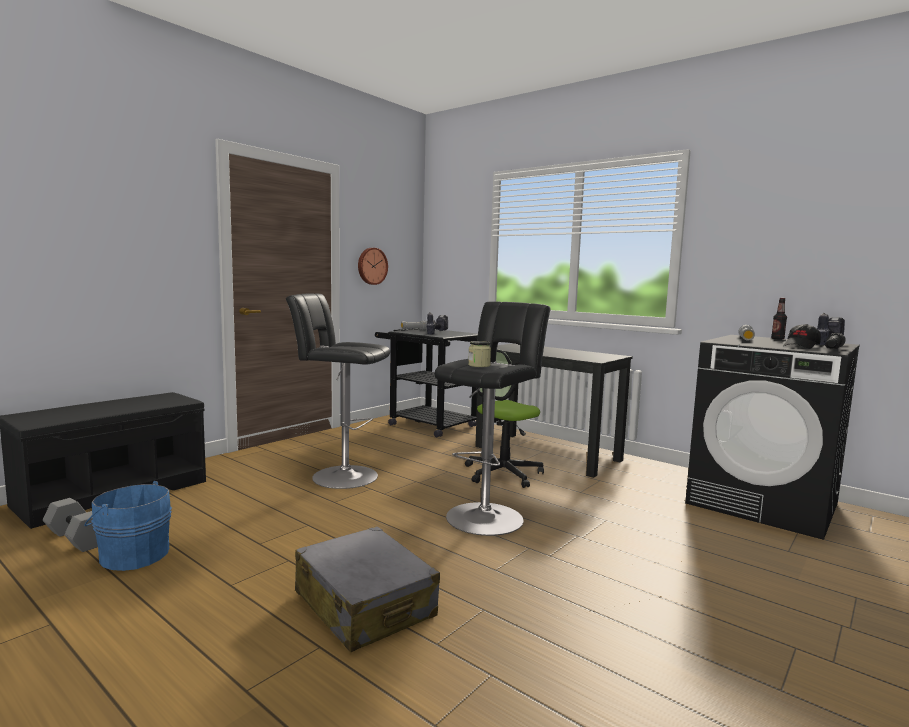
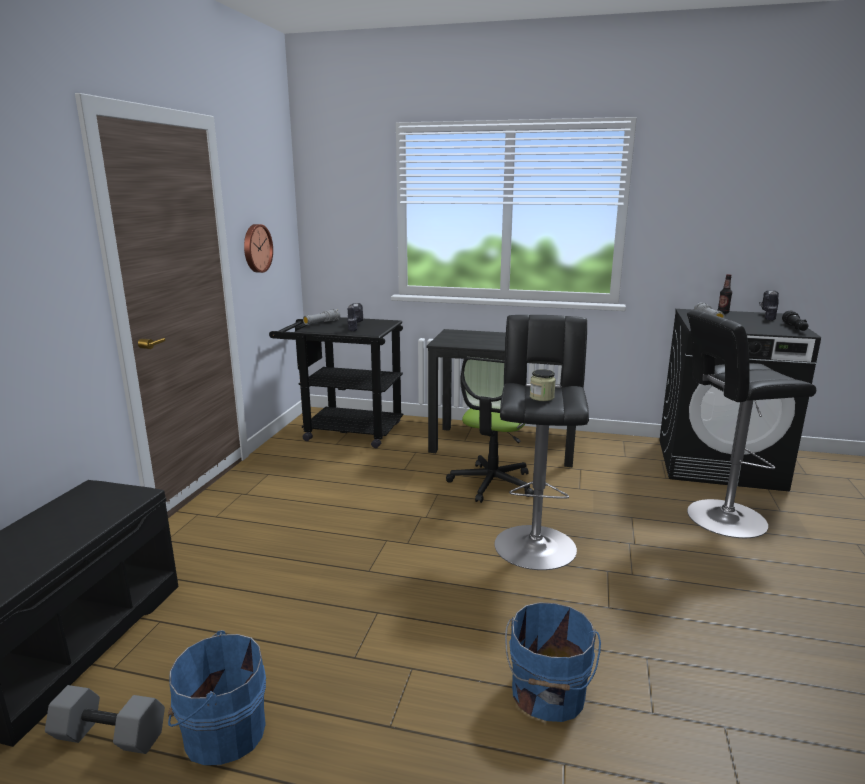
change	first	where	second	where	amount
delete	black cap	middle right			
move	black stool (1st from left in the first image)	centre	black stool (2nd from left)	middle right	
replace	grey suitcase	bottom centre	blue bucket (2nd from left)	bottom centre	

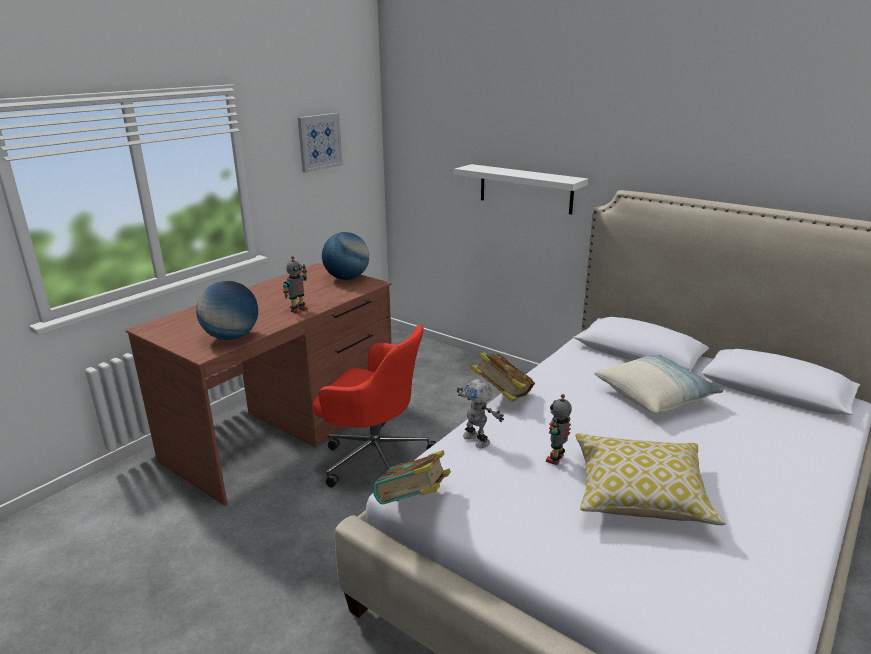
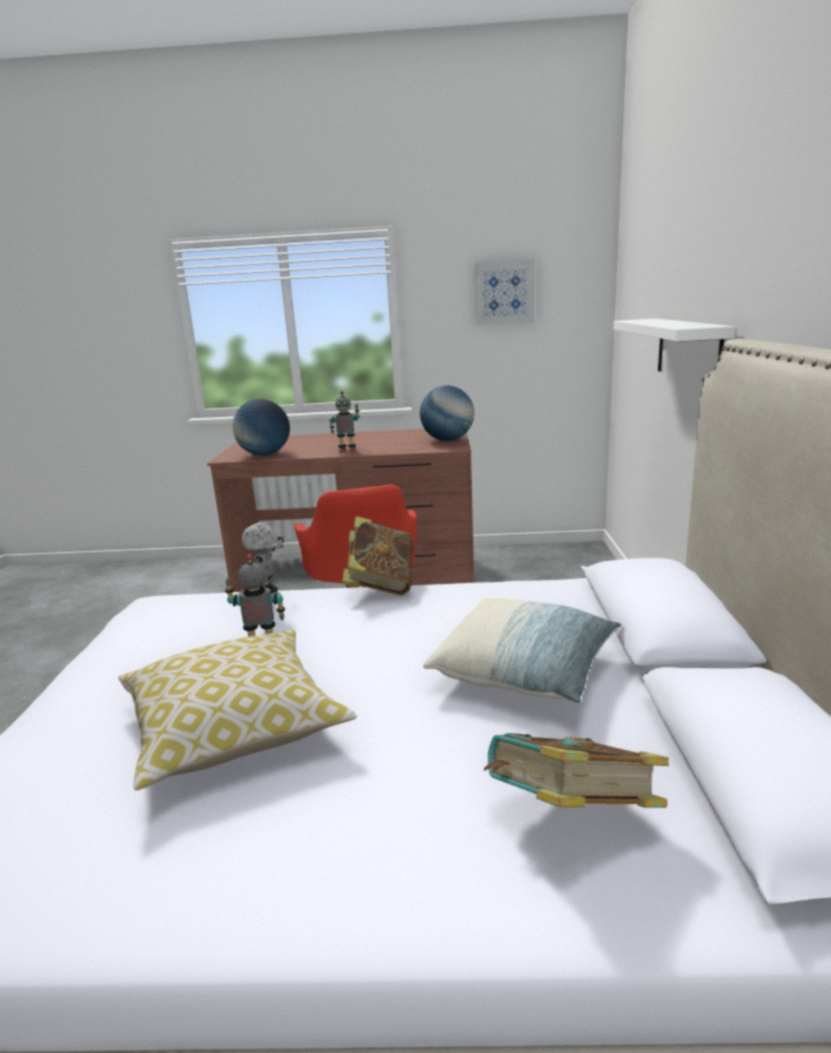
change	first	where	second	where	amount
move	book (1st from left in the first image)	bottom centre	book (2nd from left)	bottom right	

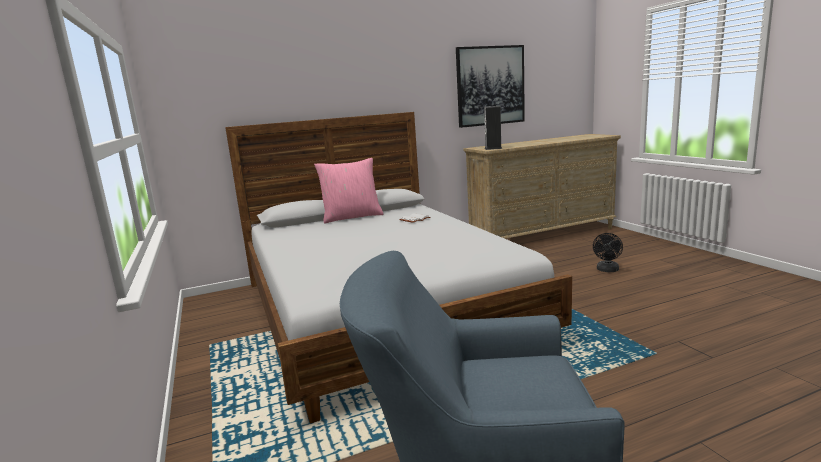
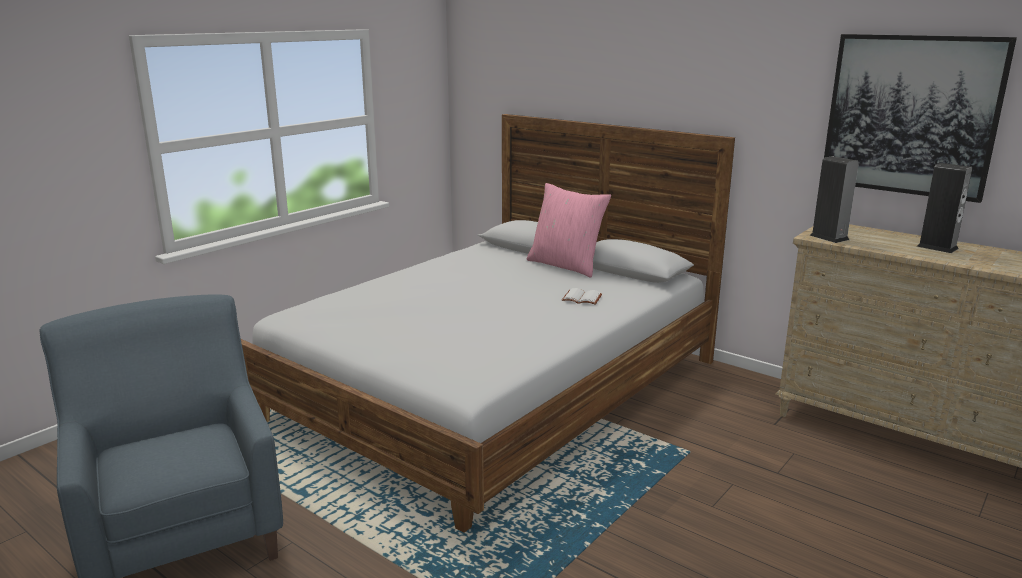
change	first	where	second	where	amount
delete	black fan	middle right			
insert			speaker (2nd from left)	middle right	

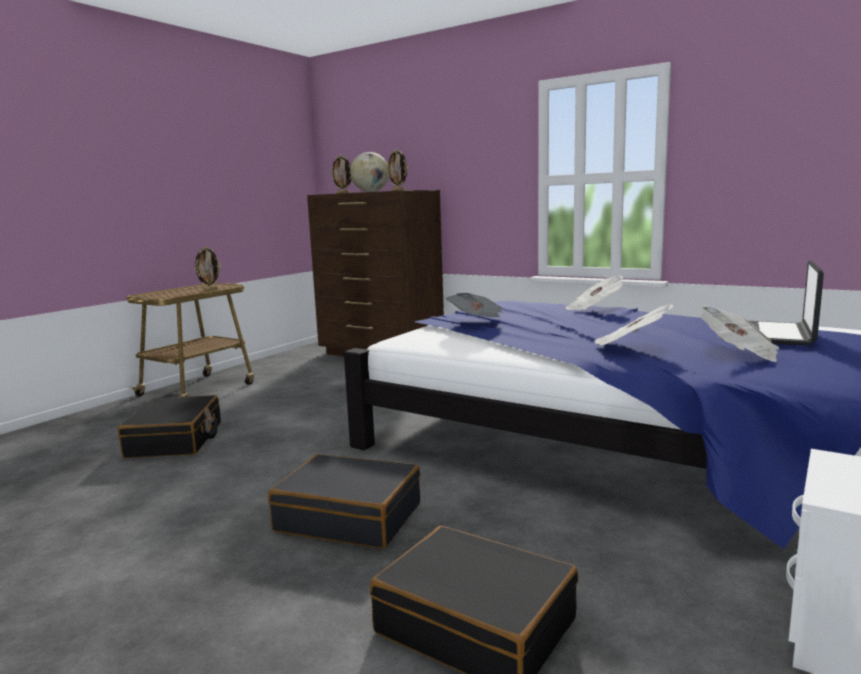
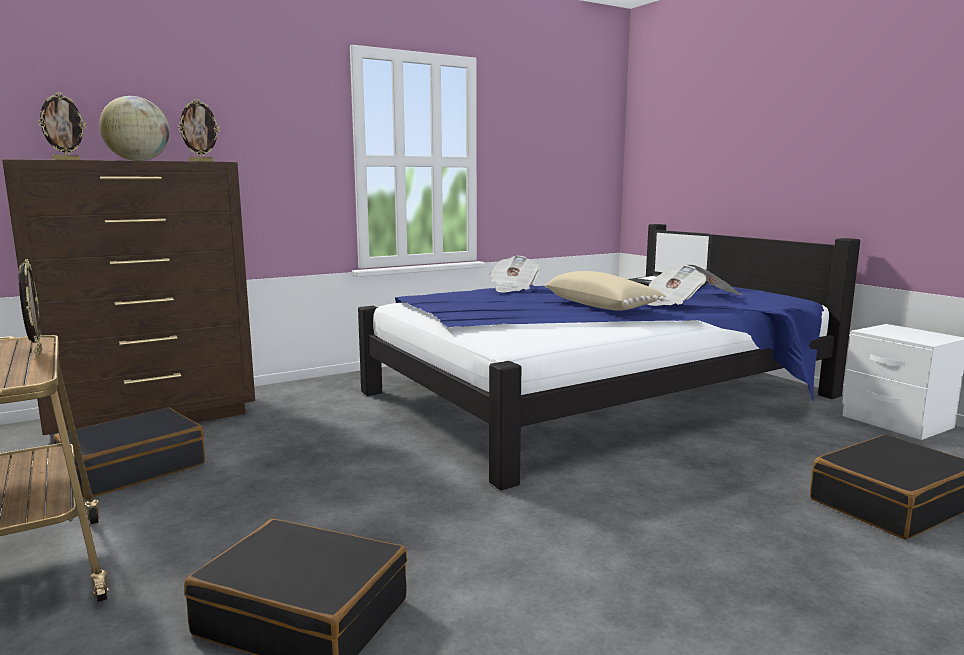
change	first	where	second	where	amount
delete	newspaper (1st from left)	centre			
insert			beige pillow	centre	
move	black suitcase (2nd from left in the first image)	bottom centre	black suitcase (1st from left)	bottom left	

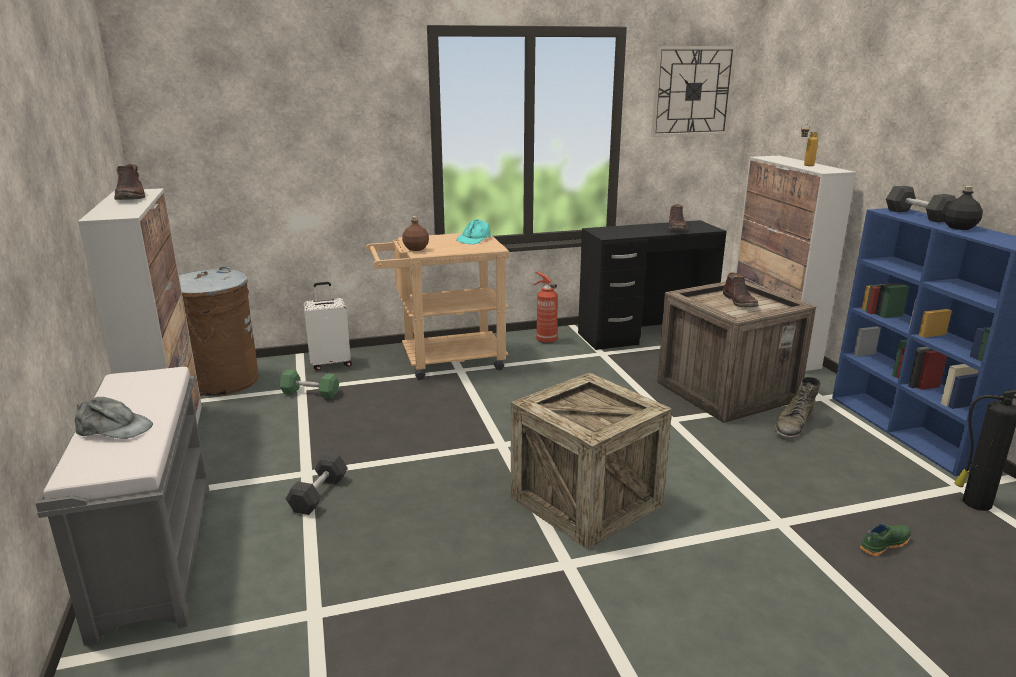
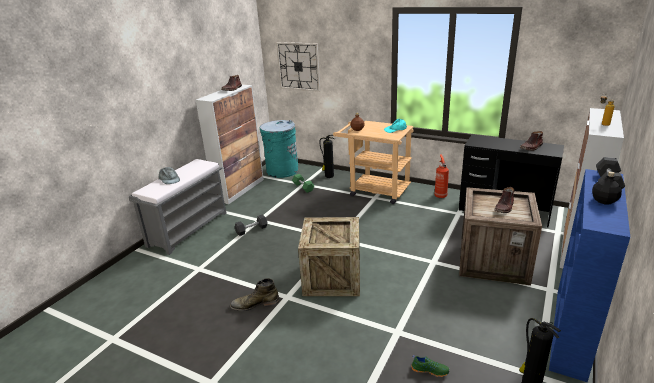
change	first	where	second	where	amount
move	wall clock	top right		top centre	
move	green boot	middle right		bottom centre	
replace	white suitcase	middle left	fire extinguisher (1st from left)	centre	
recolor	brown trash can	middle left	turquoise trash can	centre	

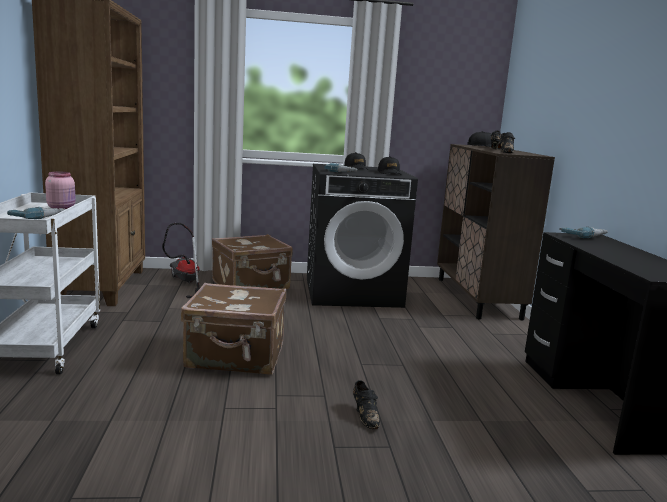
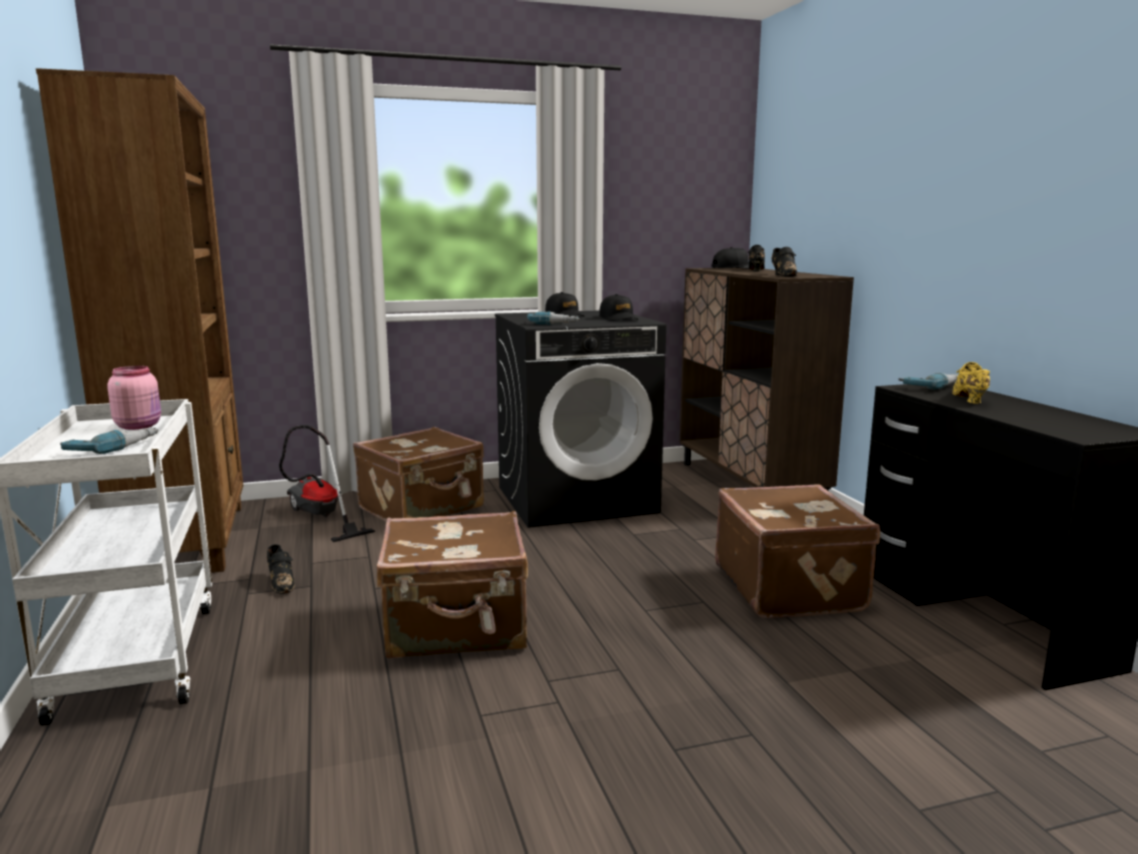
change	first	where	second	where	amount
insert			brown suitcase (3rd from left)	middle right	
insert			yellow shoe	middle right	
move	black shoe (1st from left)	bottom centre		middle left	

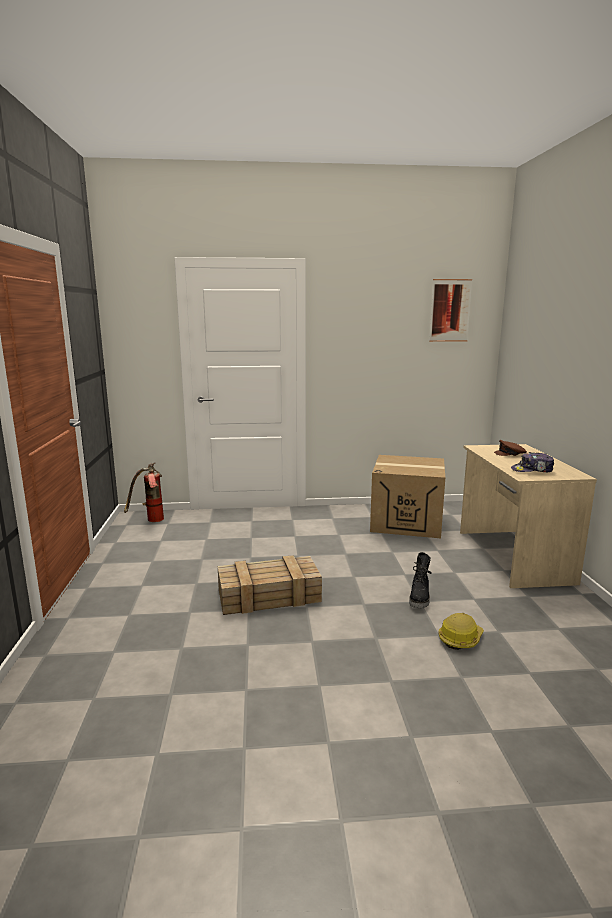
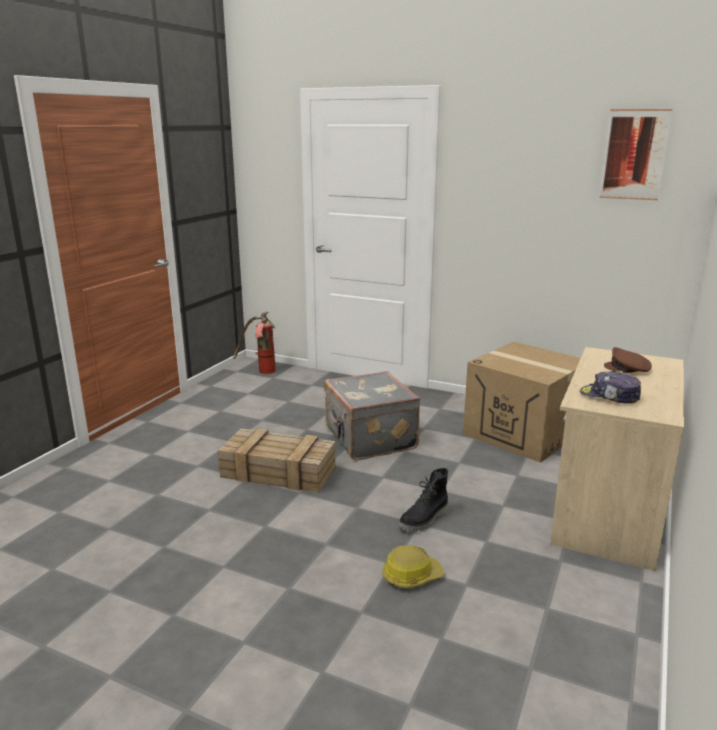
change	first	where	second	where	amount
insert			grey suitcase	centre	

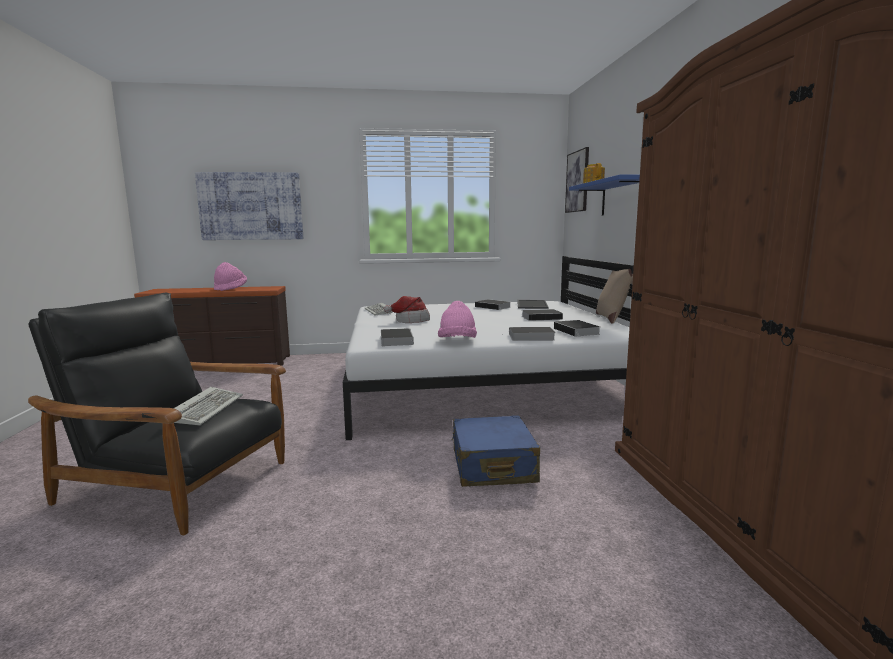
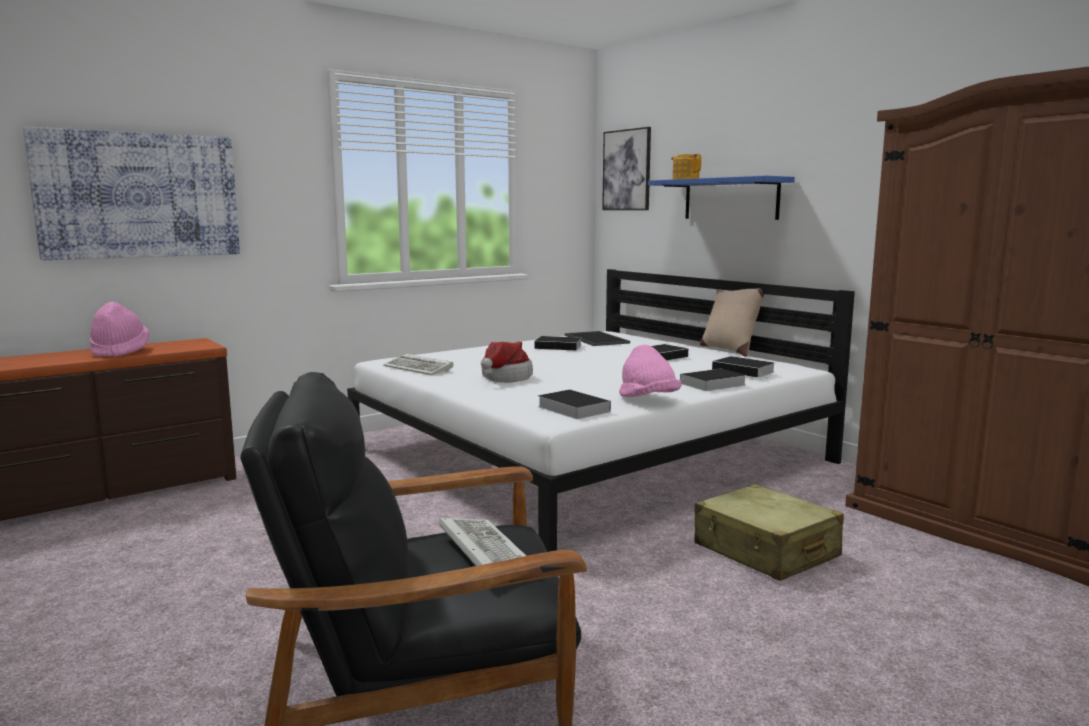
change	first	where	second	where	amount
recolor	blue suitcase	bottom centre	beige suitcase	bottom right	

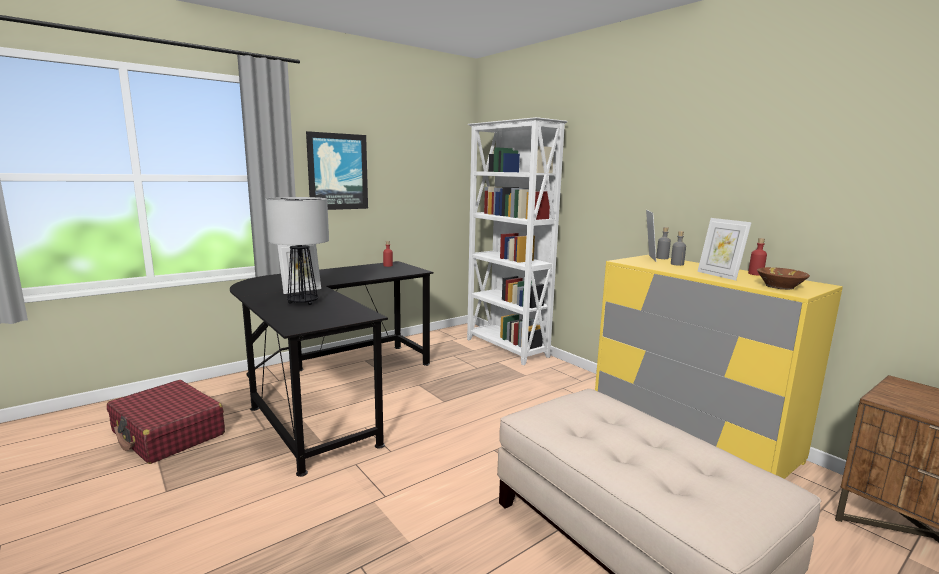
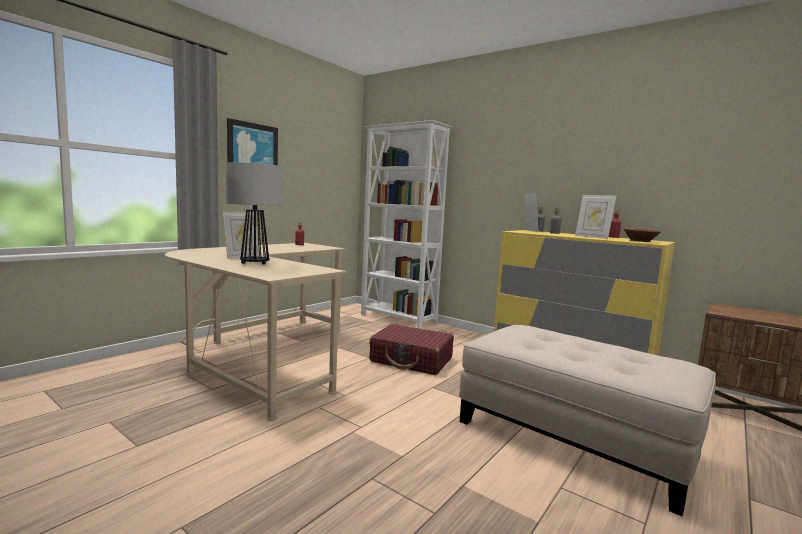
change	first	where	second	where	amount
move	red suitcase	bottom left		centre	
recolor	black desk	centre	beige desk	middle left	

